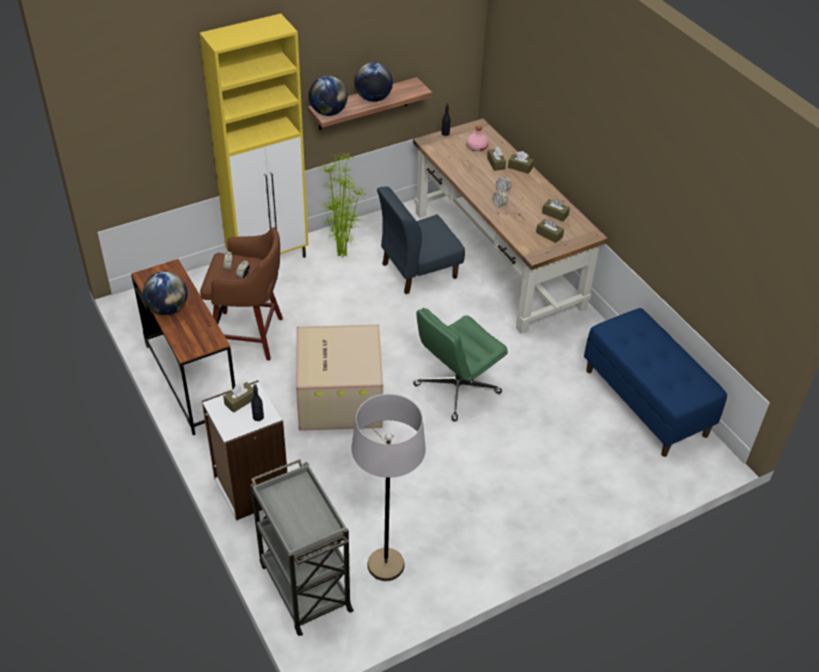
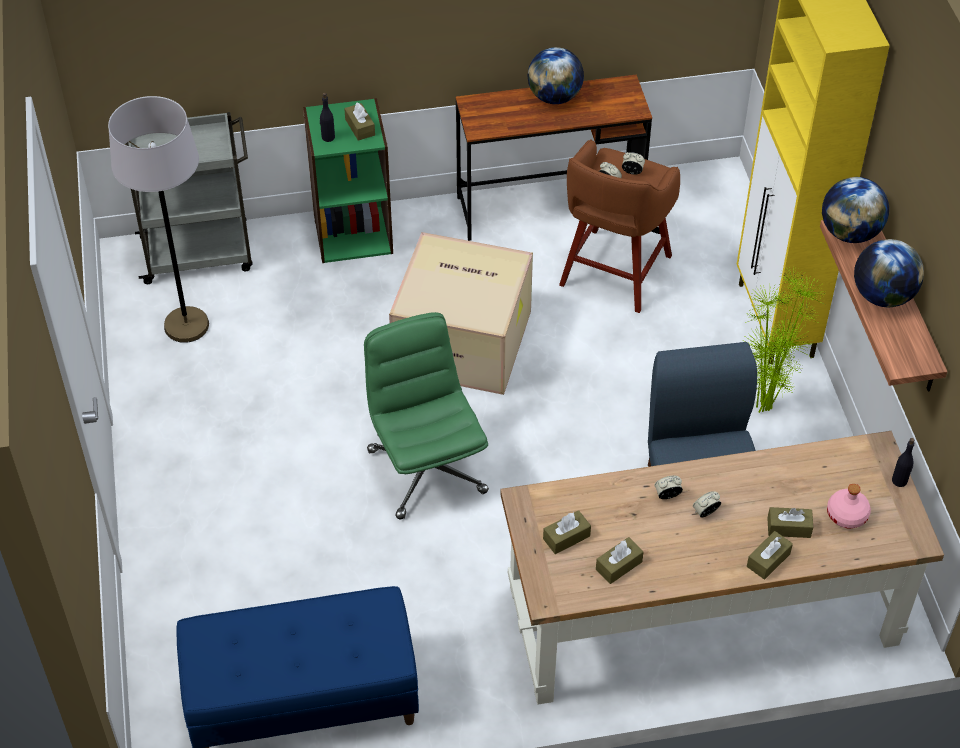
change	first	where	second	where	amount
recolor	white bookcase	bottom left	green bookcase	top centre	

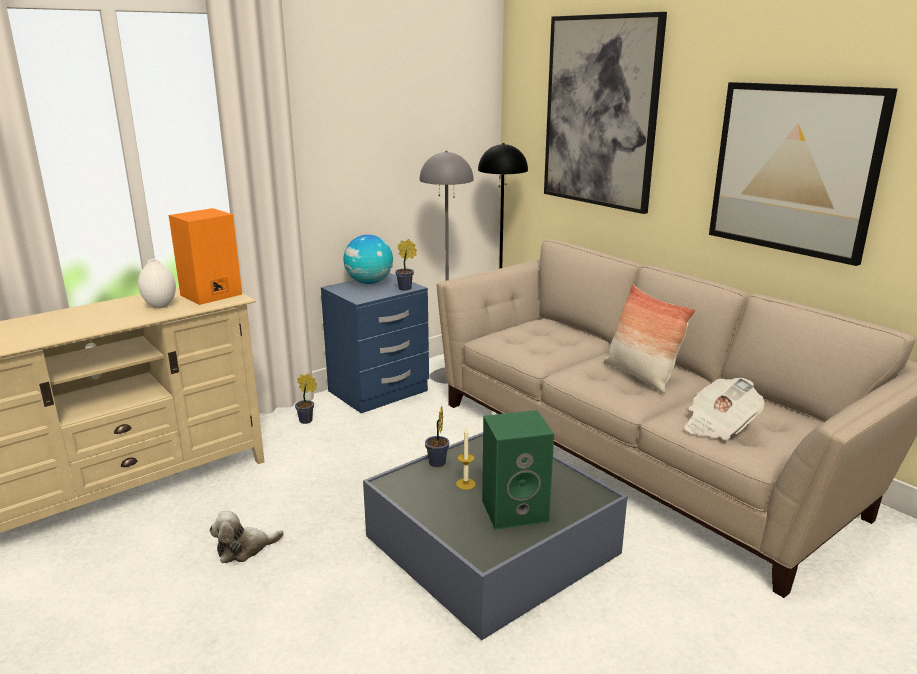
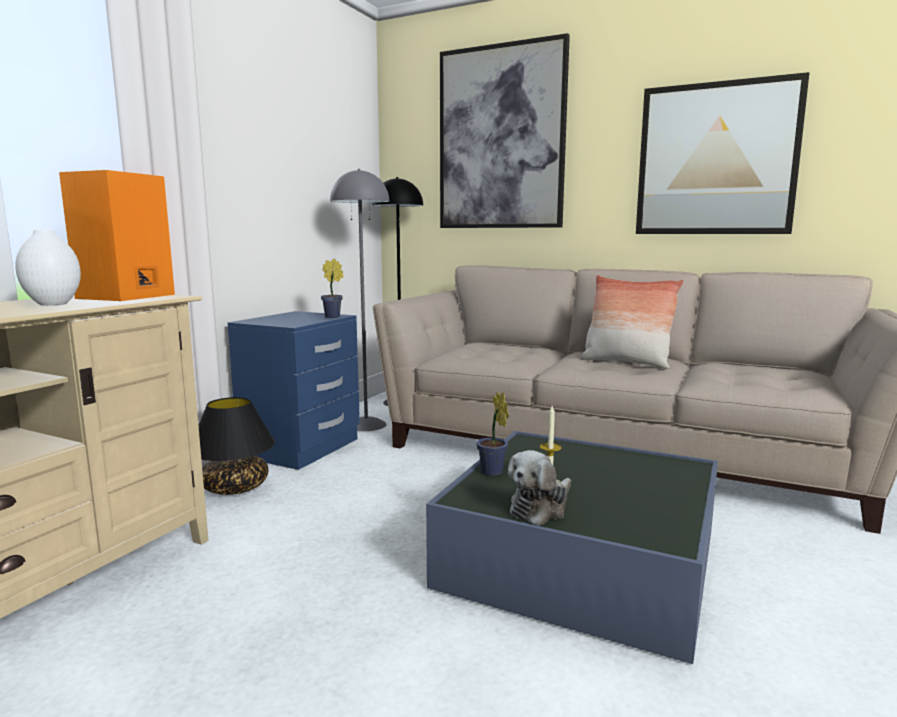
change	first	where	second	where	amount
delete	globe	centre			
delete	green speaker	bottom centre			
delete	newspaper	middle right			
move	plush toy	bottom left		bottom centre	
replace	potted plant (1st from left)	centre	black table lamp	middle left	

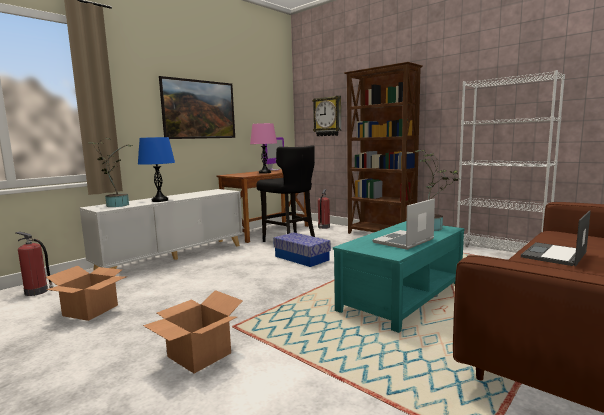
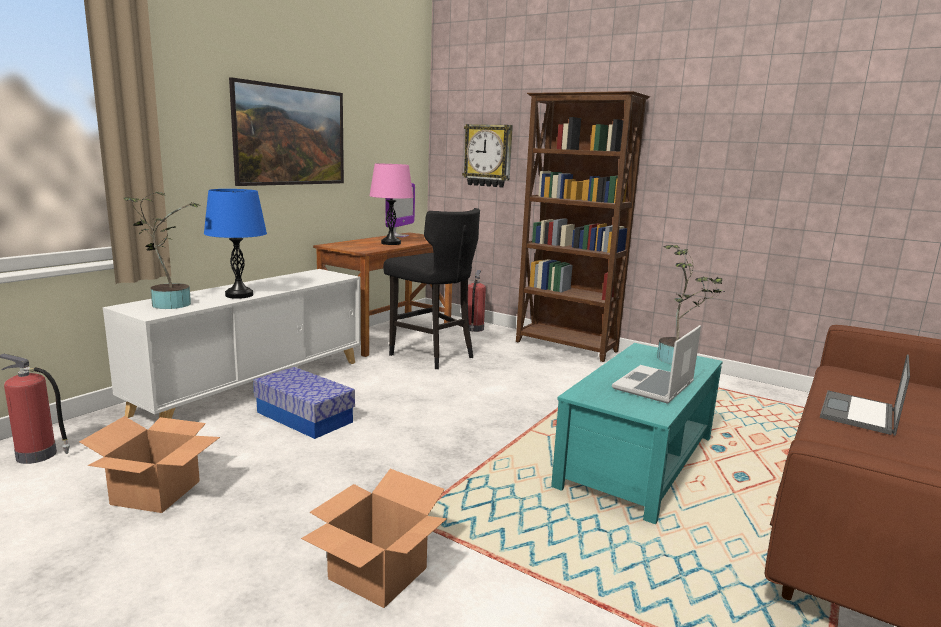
change	first	where	second	where	amount
delete	white bookcase	middle right			
move	storage box	centre		middle left	

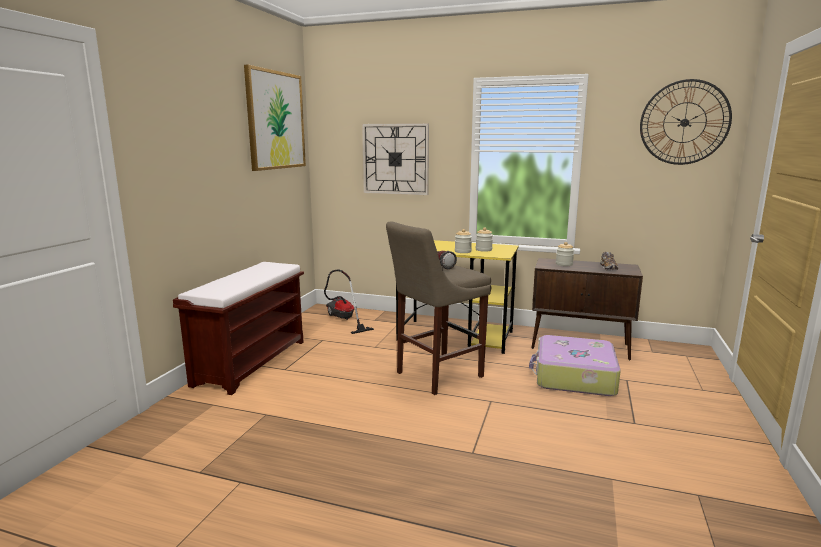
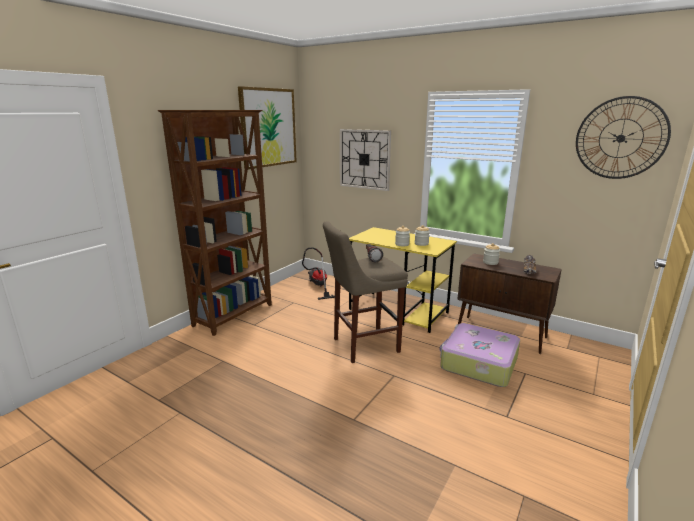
change	first	where	second	where	amount
replace	brown bench	middle left	brown bookcase	middle left	

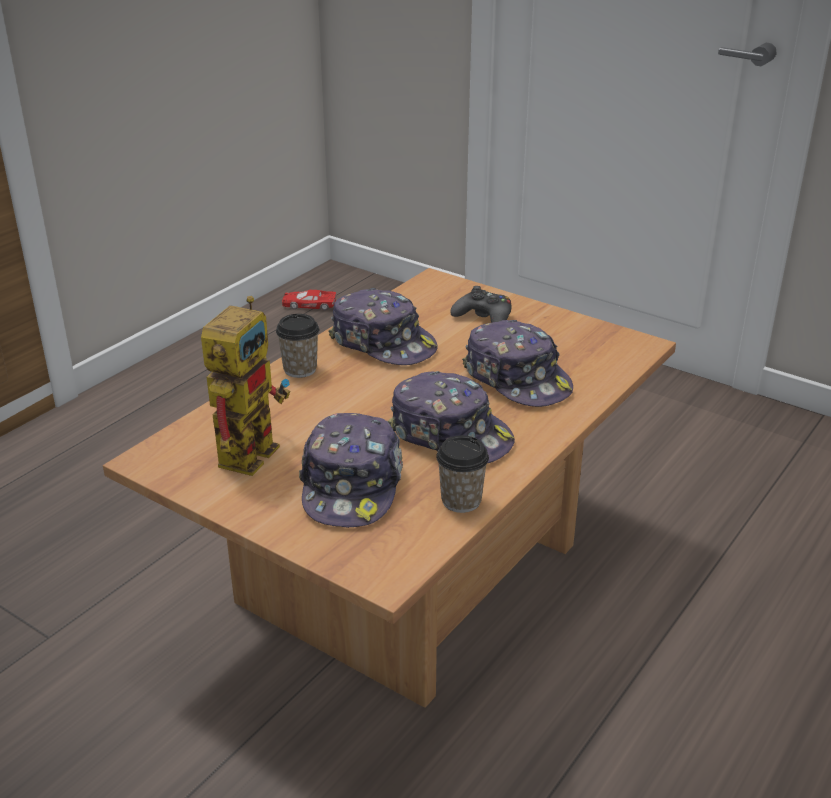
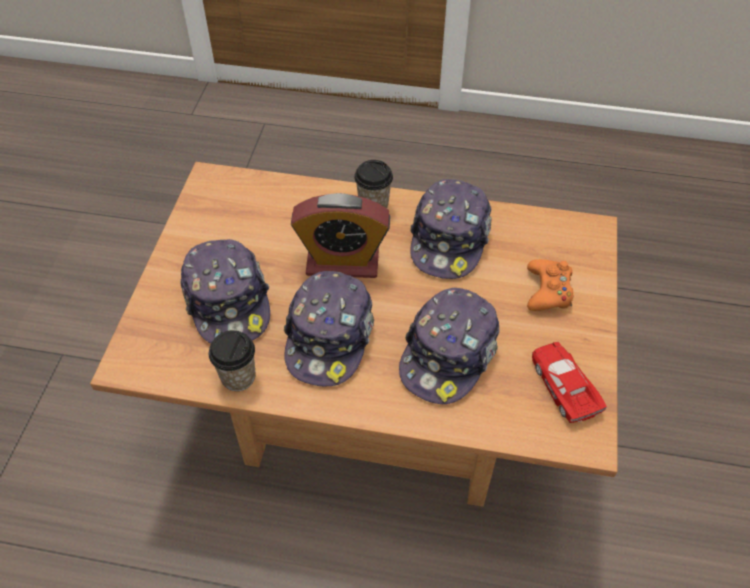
change	first	where	second	where	amount
delete	toy robot	middle left			
insert			alarm clock	centre	
move	red toy car	centre		middle right	
recolor	black game controller	centre	orange game controller	middle right	
rotate	cap (1st from left)	centre		middle left	90 degrees counterclockwise

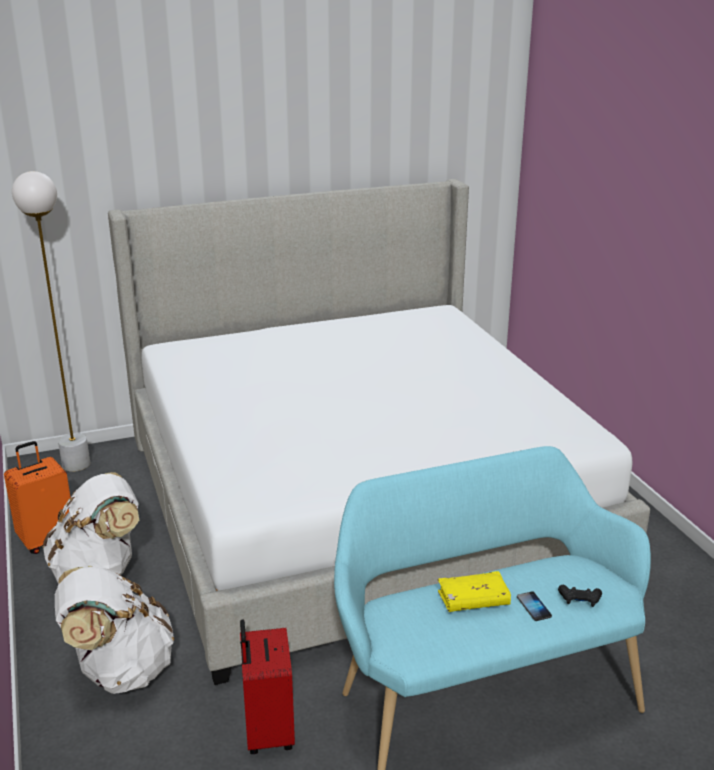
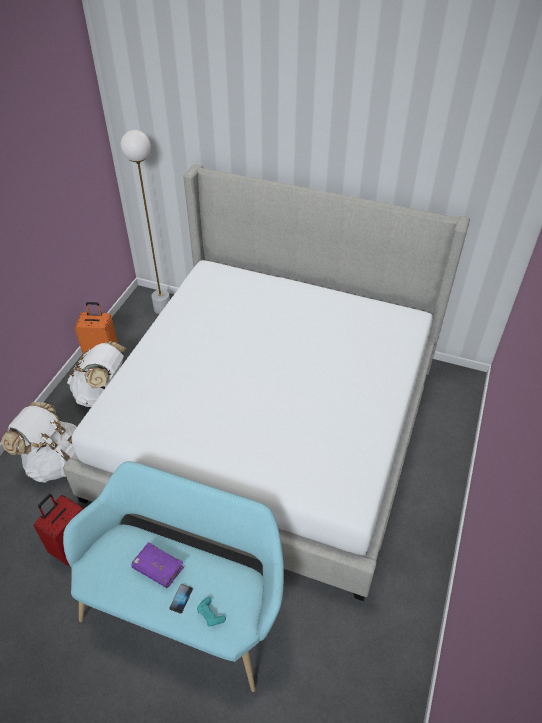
change	first	where	second	where	amount
recolor	yellow book	bottom centre	purple book	bottom left	
recolor	black game controller	bottom right	turquoise game controller	bottom centre	

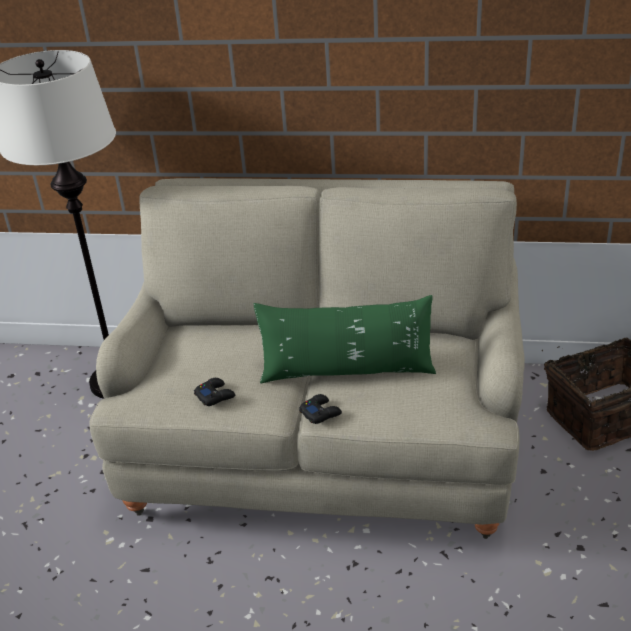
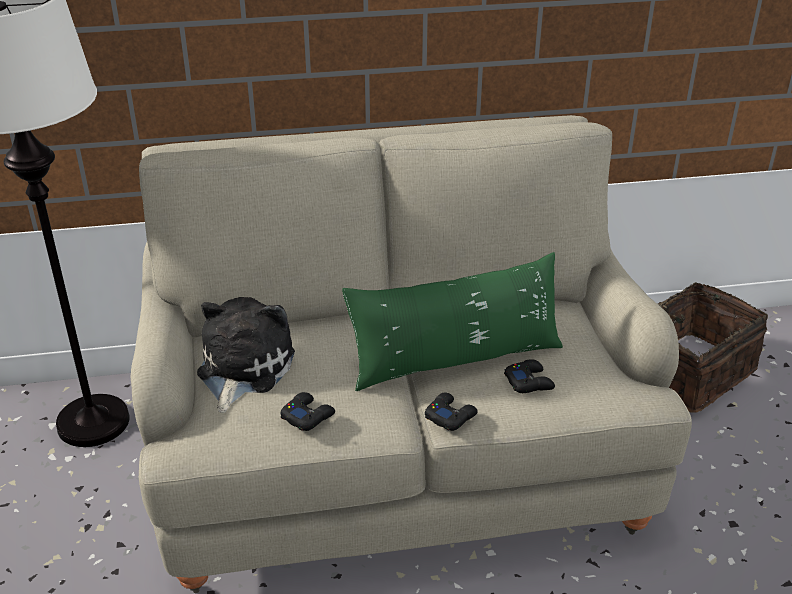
change	first	where	second	where	amount
insert			plush toy	middle left	
insert			black game controller (3rd from left)	middle right	

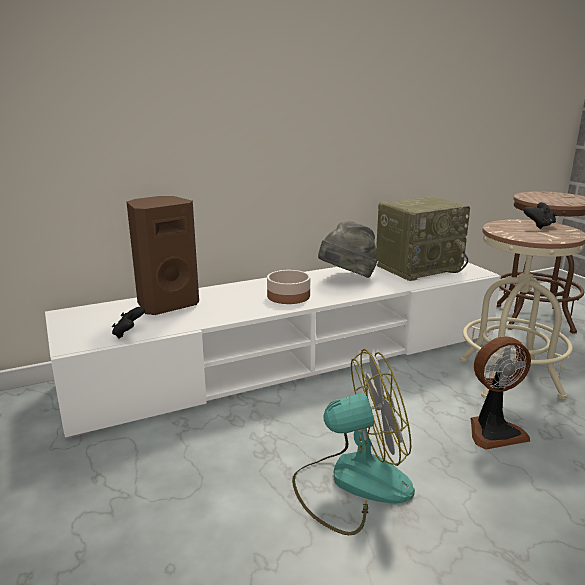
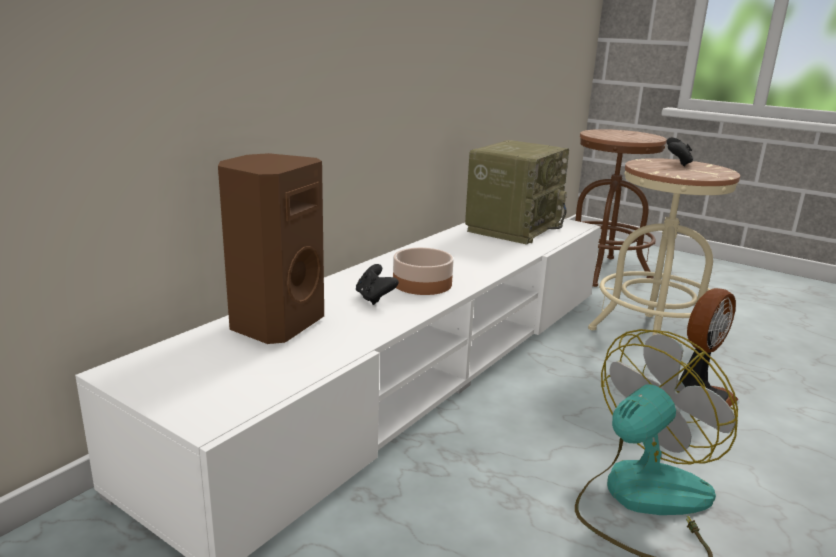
change	first	where	second	where	amount
delete	grey hat	centre			
move	black game controller (1st from left)	middle left		centre	

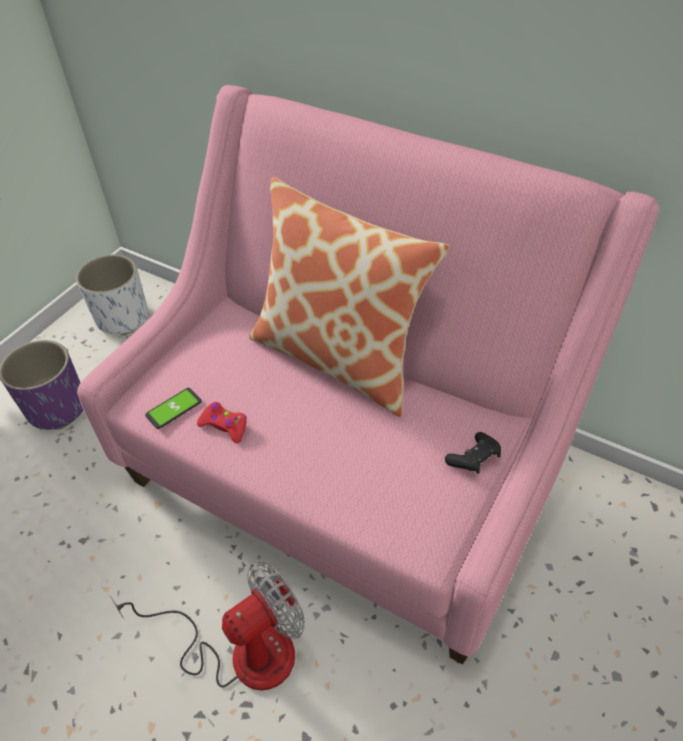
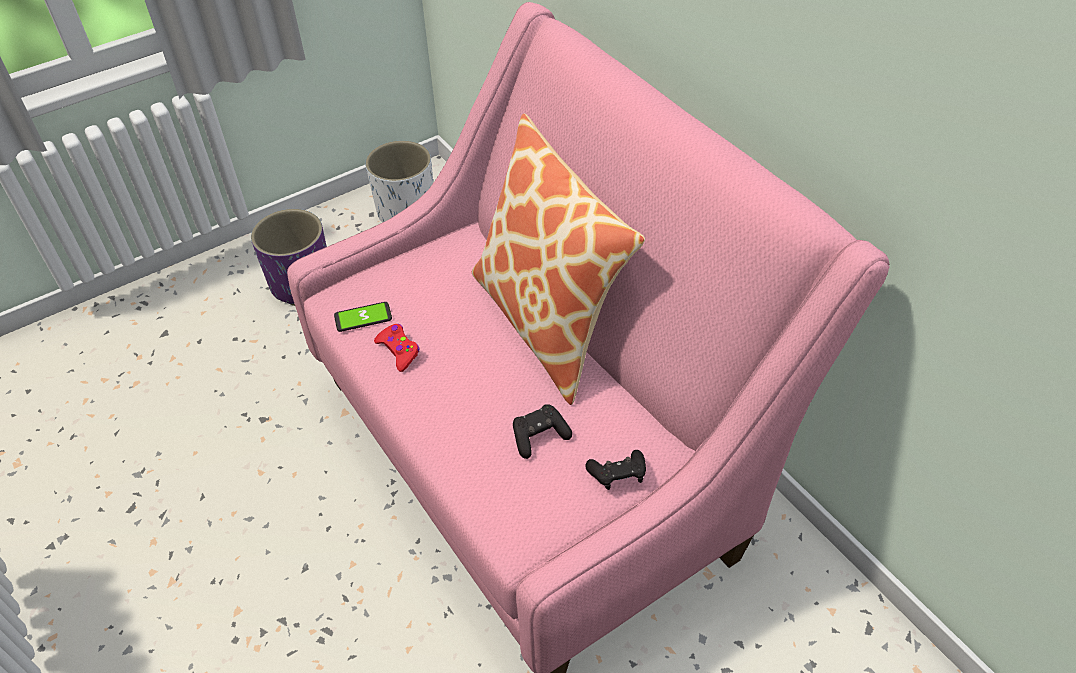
change	first	where	second	where	amount
delete	fan	bottom left			
insert			black game controller (1st from left)	centre	

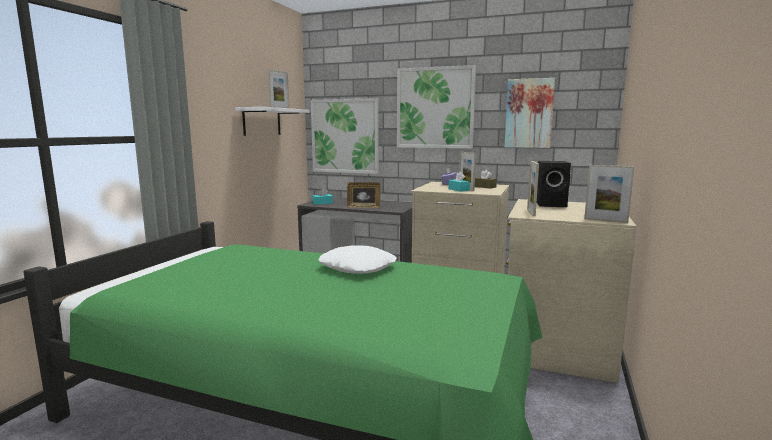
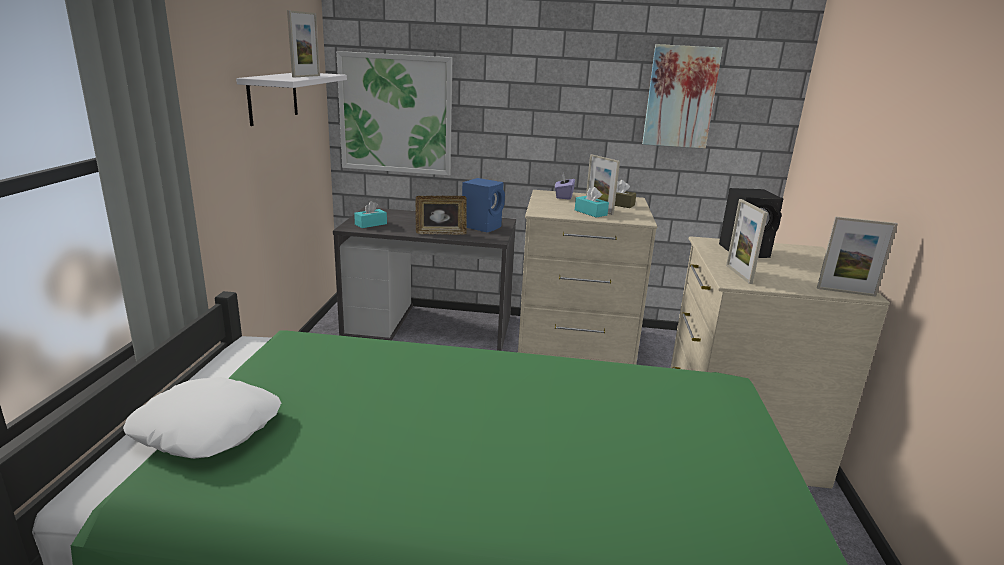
change	first	where	second	where	amount
delete	picture (2nd from left)	top centre			
insert			blue speaker	centre	
move	white pillow	centre		bottom left	

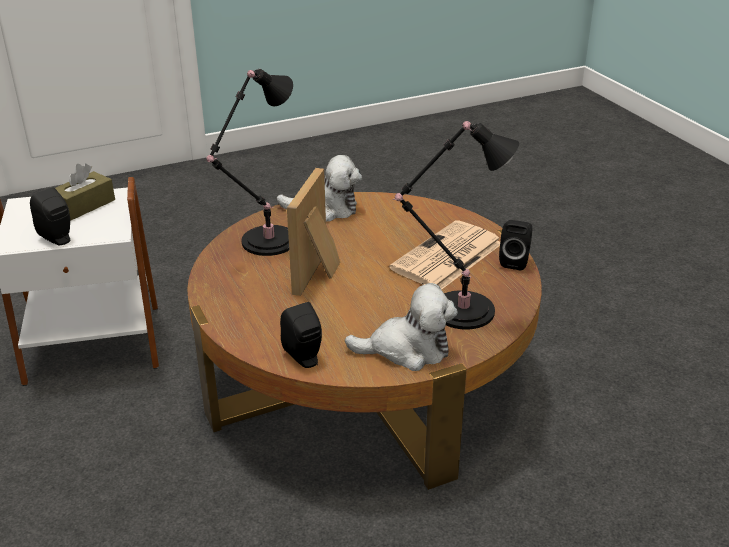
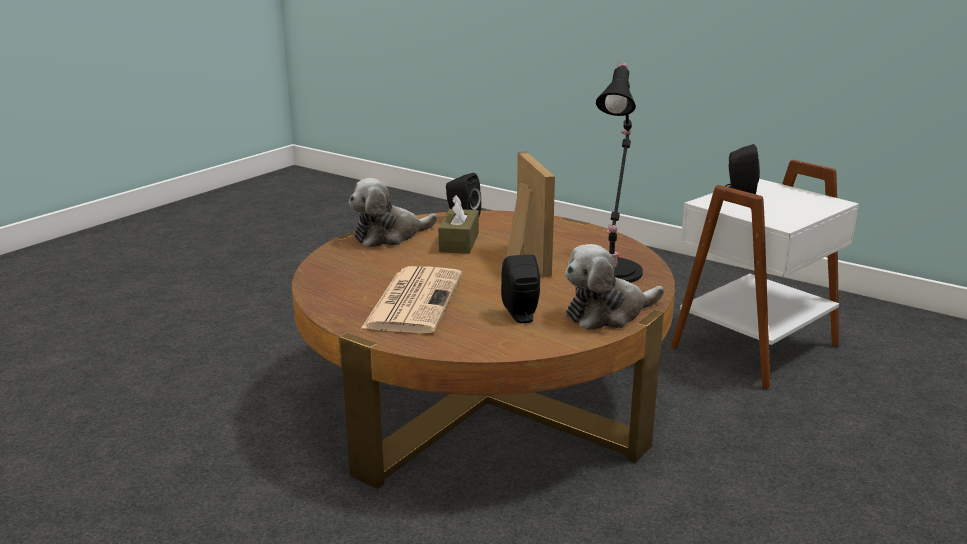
change	first	where	second	where	amount
delete	black table lamp (2nd from left)	centre			
move	brown tissue box	middle left		centre	
move	black speaker (3rd from left in the first image)	middle right	black speaker (2nd from left)	centre	

